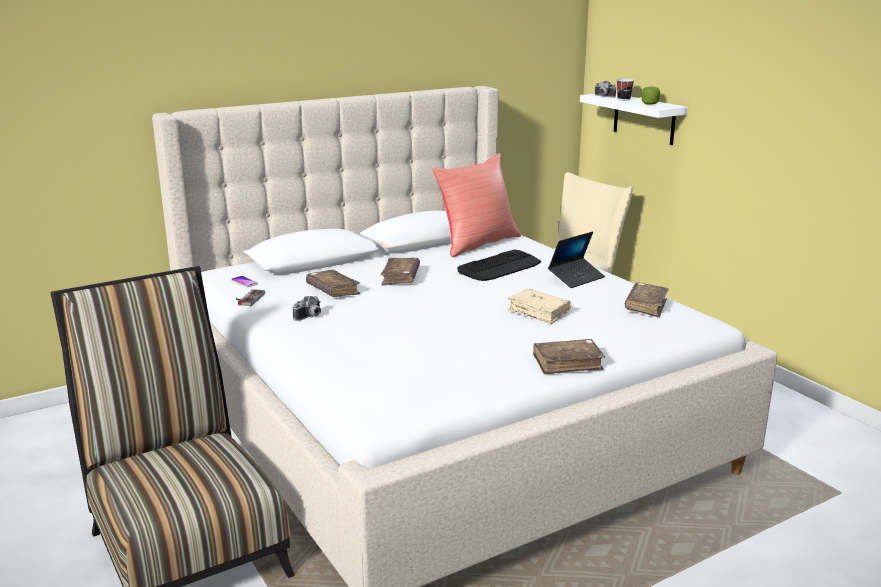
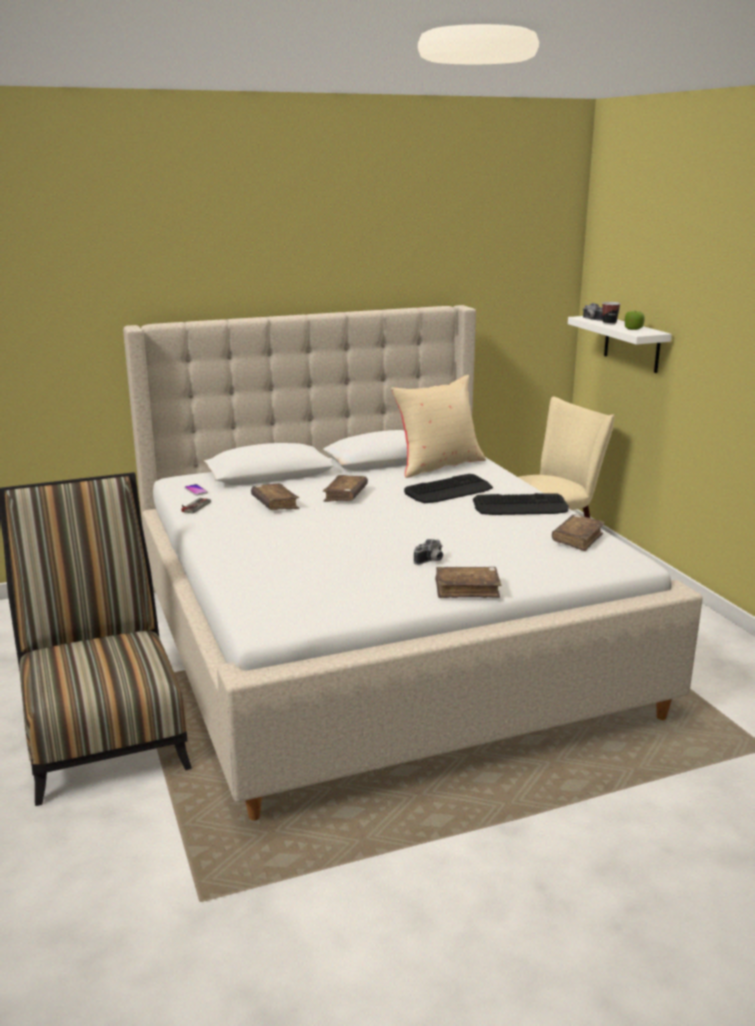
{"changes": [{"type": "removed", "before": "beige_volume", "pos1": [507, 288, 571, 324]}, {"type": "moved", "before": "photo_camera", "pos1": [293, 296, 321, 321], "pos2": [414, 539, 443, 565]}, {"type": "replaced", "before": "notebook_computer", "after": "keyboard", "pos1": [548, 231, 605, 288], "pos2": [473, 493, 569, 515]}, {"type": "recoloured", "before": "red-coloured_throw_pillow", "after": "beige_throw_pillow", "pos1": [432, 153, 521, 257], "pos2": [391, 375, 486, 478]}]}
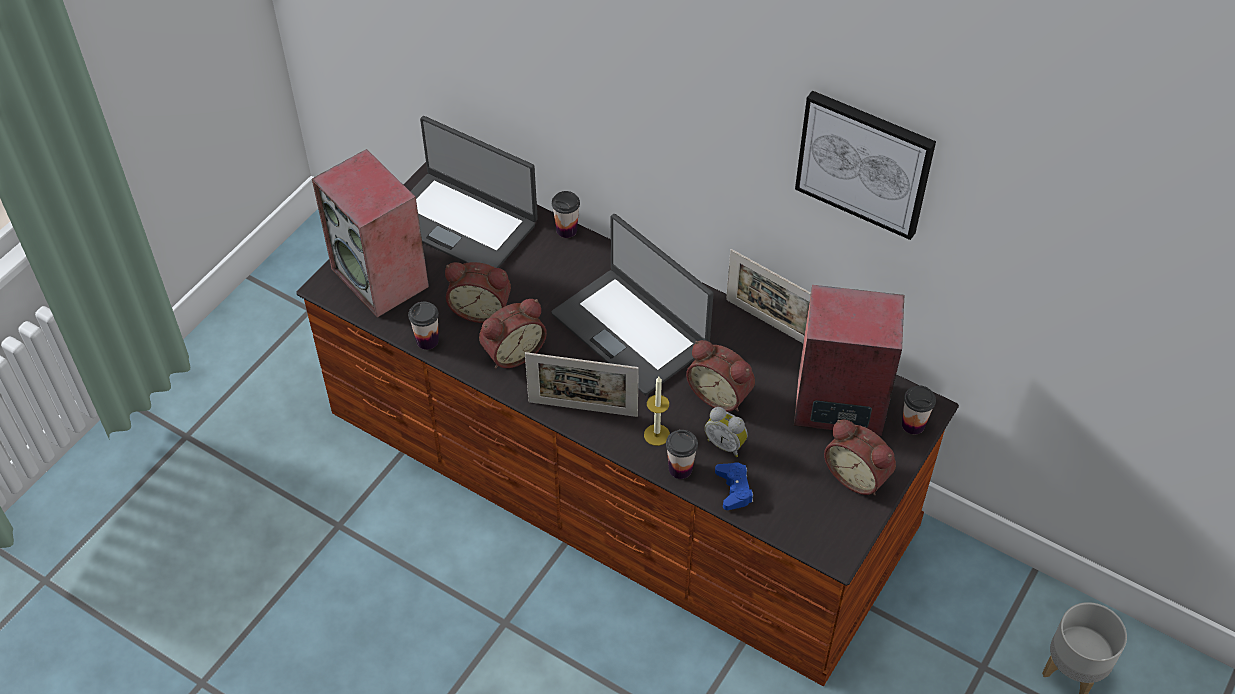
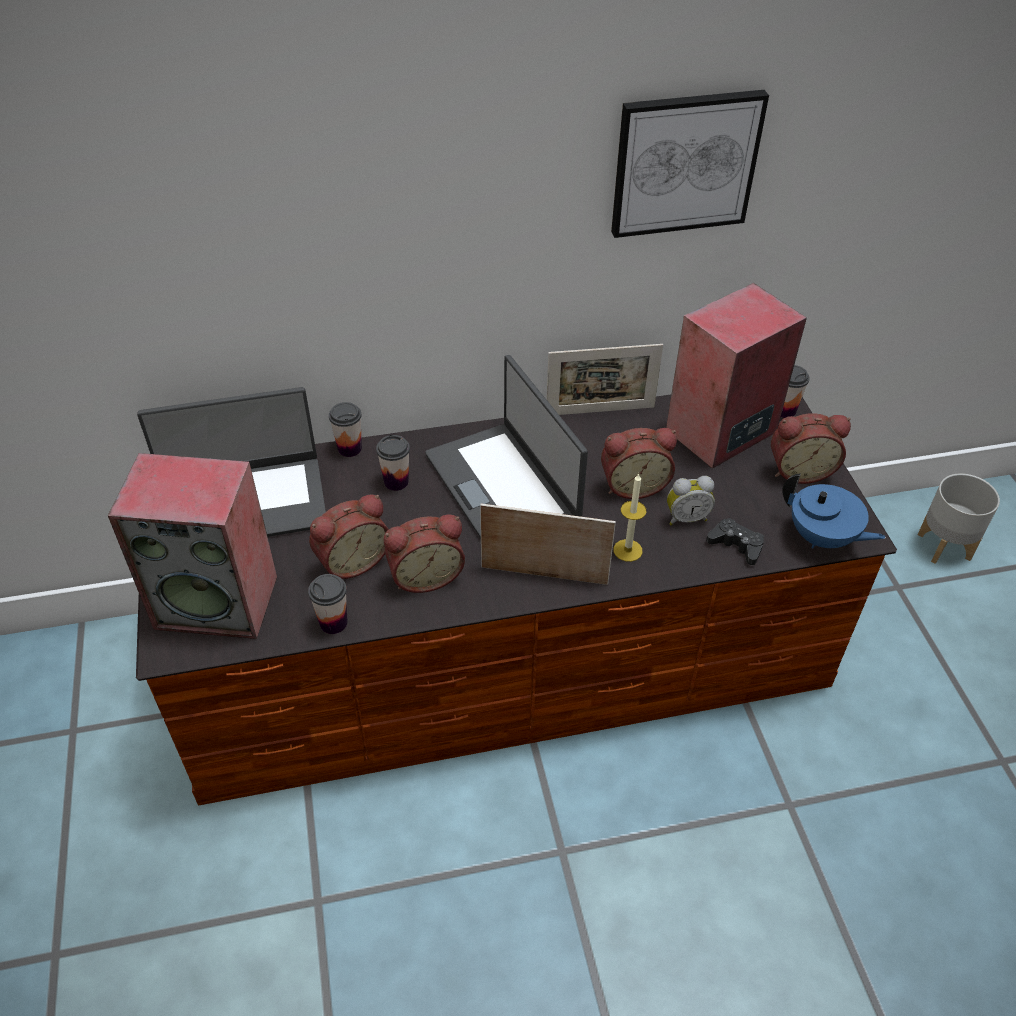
{"changes": [{"type": "added", "after": "blue-coloured_tea_pot", "pos2": [782, 474, 886, 549]}, {"type": "moved", "before": "small_cup", "pos1": [666, 430, 698, 479], "pos2": [376, 435, 410, 491]}, {"type": "recoloured", "before": "blue-coloured_joypad", "after": "black-coloured_joypad", "pos1": [715, 462, 753, 510], "pos2": [706, 518, 764, 565]}, {"type": "turned", "before": "alarm_clock", "pos1": [479, 299, 547, 368], "pos2": [384, 515, 465, 593], "turn": 60}, {"type": "turned", "before": "standing_frame", "pos1": [525, 352, 639, 417], "pos2": [480, 504, 616, 585], "turn": -135}, {"type": "turned", "before": "notebook_computer", "pos1": [551, 214, 714, 395], "pos2": [425, 355, 588, 538], "turn": 60}]}
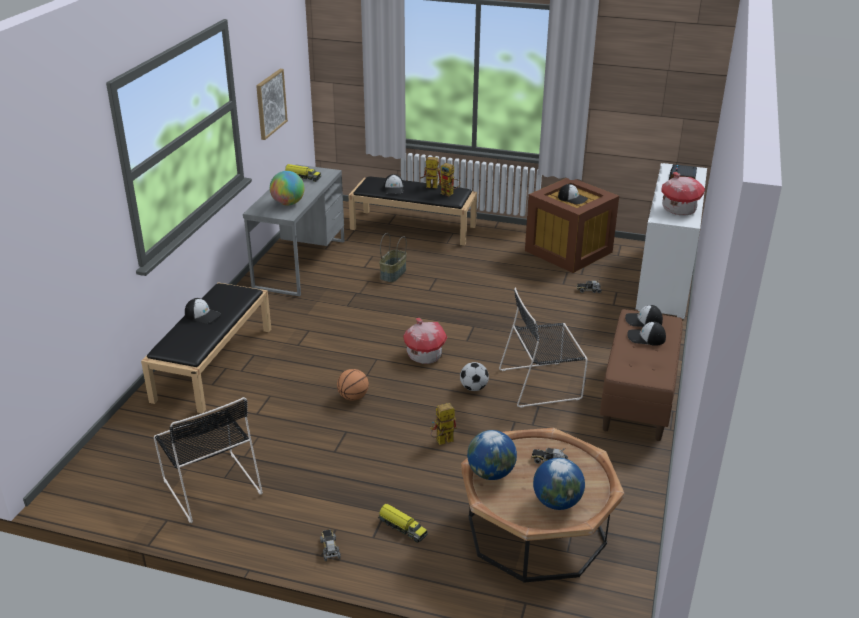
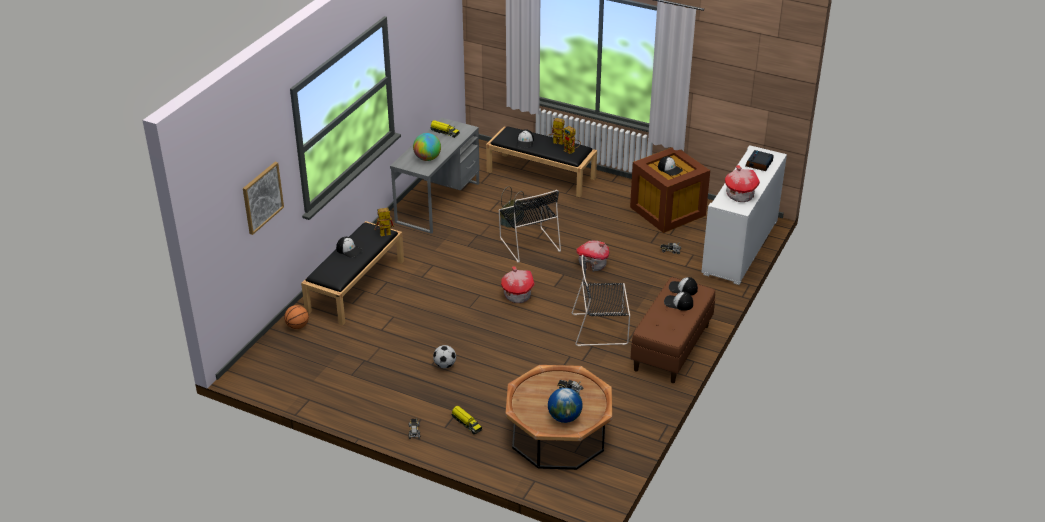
{"changes": [{"type": "removed", "before": "globe", "pos1": [467, 430, 517, 480]}, {"type": "added", "after": "toy_house", "pos2": [576, 241, 609, 272]}, {"type": "moved", "before": "black-coloured_upright_chair", "pos1": [154, 397, 263, 523], "pos2": [499, 190, 561, 263]}, {"type": "moved", "before": "wall_art", "pos1": [256, 69, 288, 140], "pos2": [243, 162, 284, 235]}, {"type": "moved", "before": "basketball", "pos1": [337, 369, 369, 401], "pos2": [284, 305, 309, 329]}, {"type": "moved", "before": "robot_figure", "pos1": [430, 403, 457, 445], "pos2": [374, 208, 394, 236]}, {"type": "moved", "before": "football_ball", "pos1": [460, 362, 489, 391], "pos2": [433, 345, 456, 368]}]}
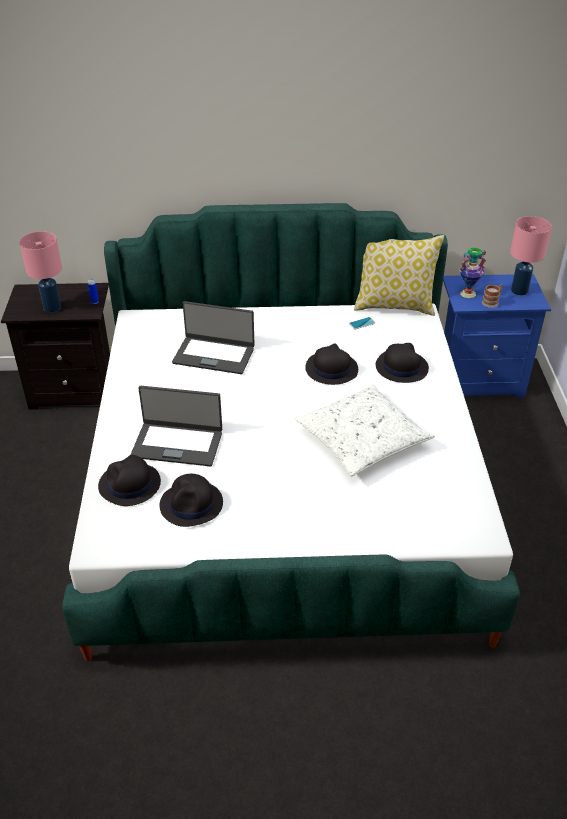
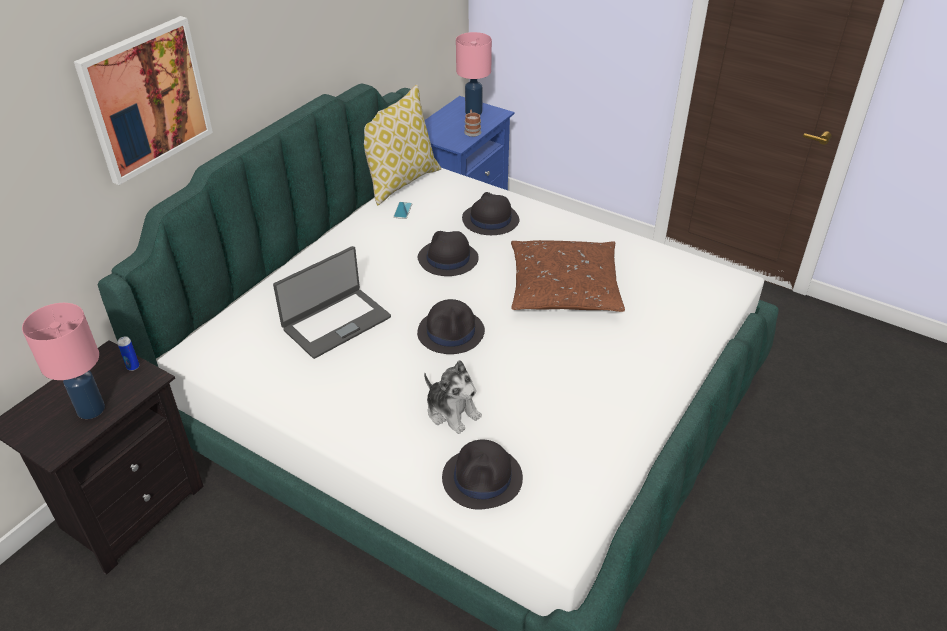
{"changes": [{"type": "removed", "before": "flower_vase", "pos1": [459, 248, 487, 298]}, {"type": "added", "after": "wall_art", "pos2": [74, 16, 213, 185]}, {"type": "moved", "before": "black-coloured_hat", "pos1": [159, 474, 223, 527], "pos2": [417, 299, 485, 354]}, {"type": "replaced", "before": "notebook_computer", "after": "plush_toy", "pos1": [130, 386, 222, 466], "pos2": [424, 360, 482, 434]}, {"type": "recoloured", "before": "whitish_throw_pillow", "after": "brown_throw_pillow", "pos1": [295, 384, 435, 476], "pos2": [511, 240, 625, 312]}]}
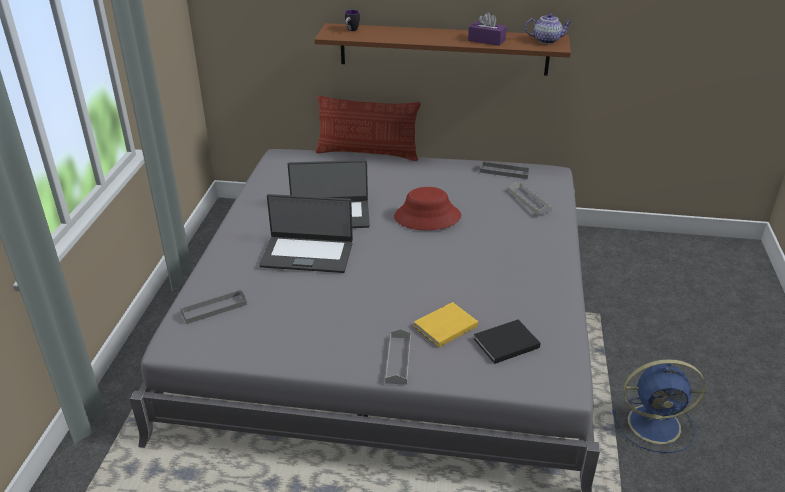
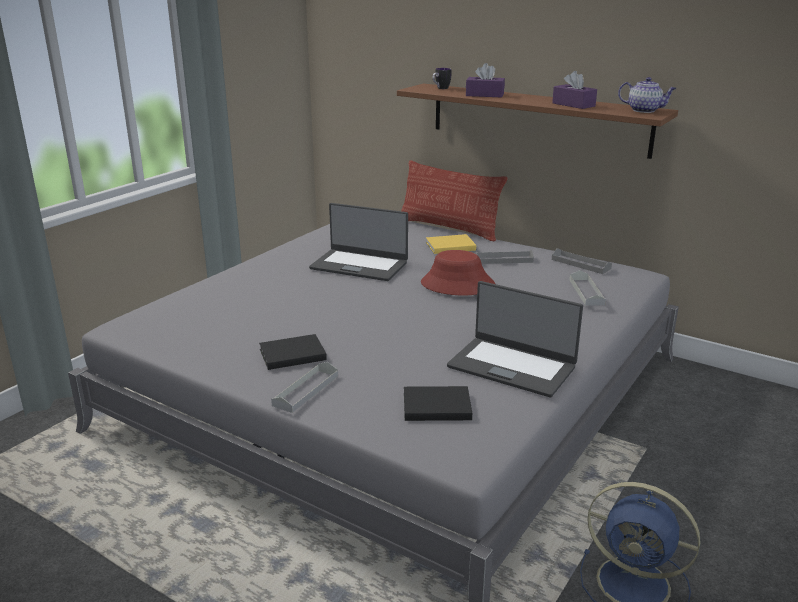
{"changes": [{"type": "added", "after": "black-coloured_volume", "pos2": [259, 334, 327, 370]}, {"type": "added", "after": "purple-coloured_tissue_holder", "pos2": [466, 63, 505, 97]}, {"type": "moved", "before": "greyish_carrying_tray", "pos1": [180, 290, 247, 324], "pos2": [475, 250, 534, 264]}, {"type": "moved", "before": "notebook_computer", "pos1": [259, 194, 353, 273], "pos2": [447, 281, 583, 397]}, {"type": "moved", "before": "yellowish_volume", "pos1": [414, 302, 478, 347], "pos2": [426, 234, 476, 254]}]}
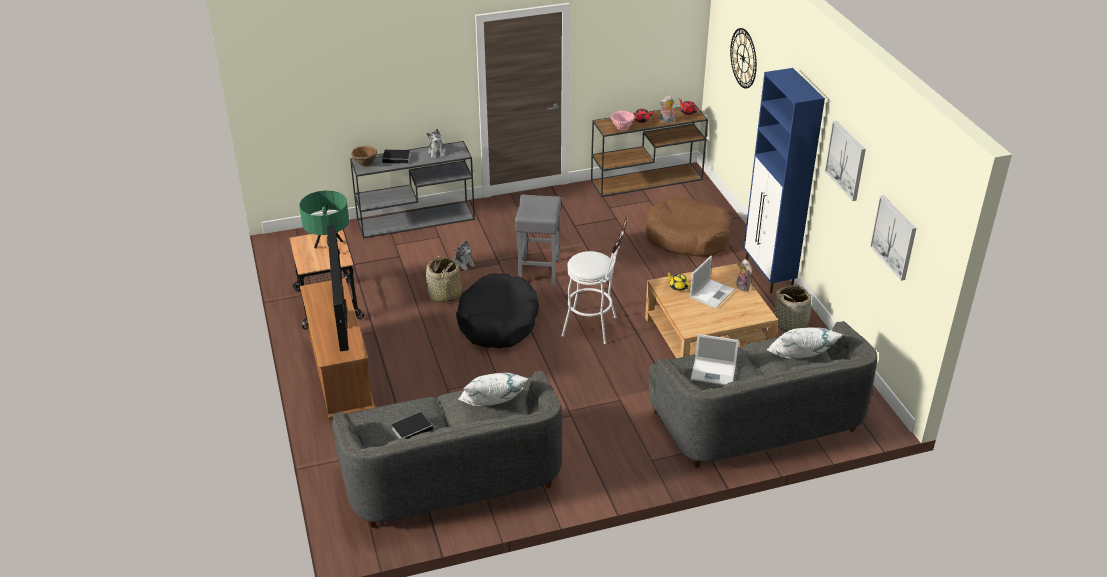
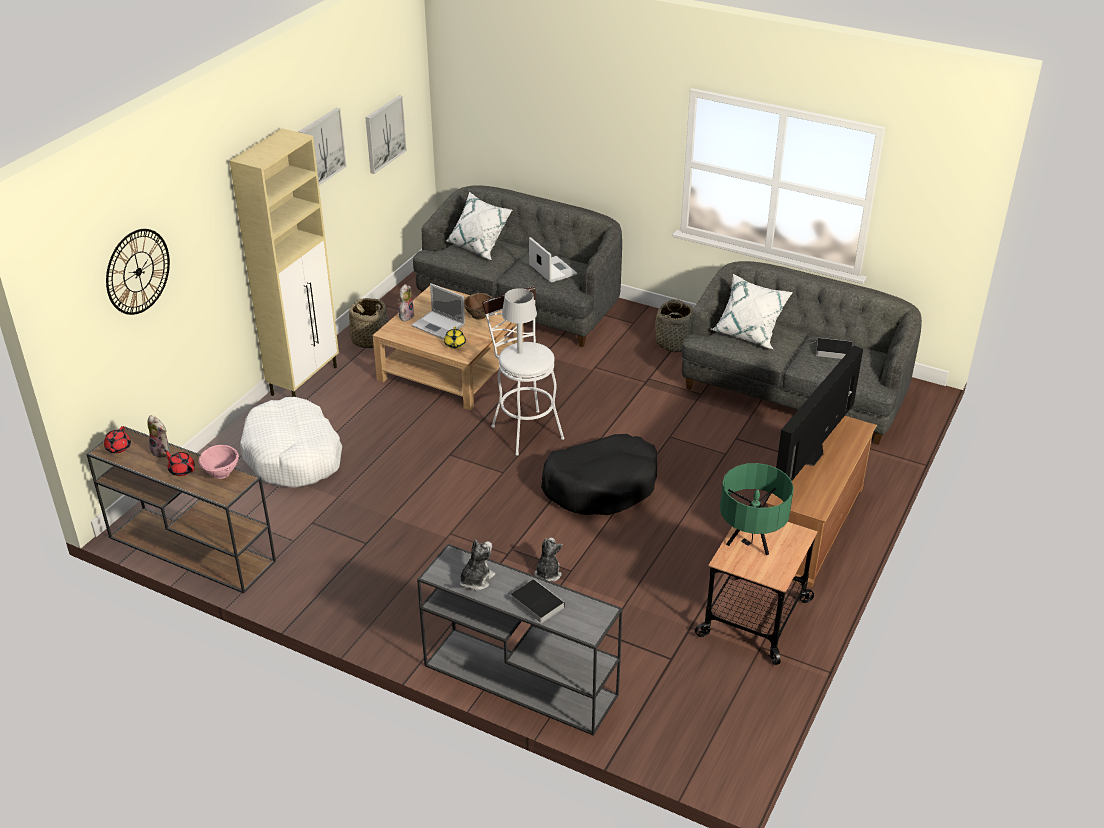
{"changes": [{"type": "removed", "before": "greyish_sitting_stool", "pos1": [515, 195, 561, 285]}, {"type": "added", "after": "greyish_lamp_for_a_table", "pos2": [502, 288, 537, 354]}, {"type": "moved", "before": "brown_deep_dish", "pos1": [352, 146, 377, 167], "pos2": [464, 293, 492, 320]}, {"type": "moved", "before": "basket", "pos1": [426, 256, 462, 303], "pos2": [655, 300, 693, 352]}, {"type": "recoloured", "before": "brown_dog_cushion", "after": "whitish_dog_cushion", "pos1": [645, 197, 731, 257], "pos2": [240, 397, 342, 488]}, {"type": "recoloured", "before": "blue-coloured_cupboard", "after": "beige_cupboard", "pos1": [744, 68, 825, 294], "pos2": [229, 128, 339, 397]}, {"type": "turned", "before": "notebook_computer", "pos1": [690, 256, 735, 308], "pos2": [411, 283, 465, 339], "turn": -135}]}
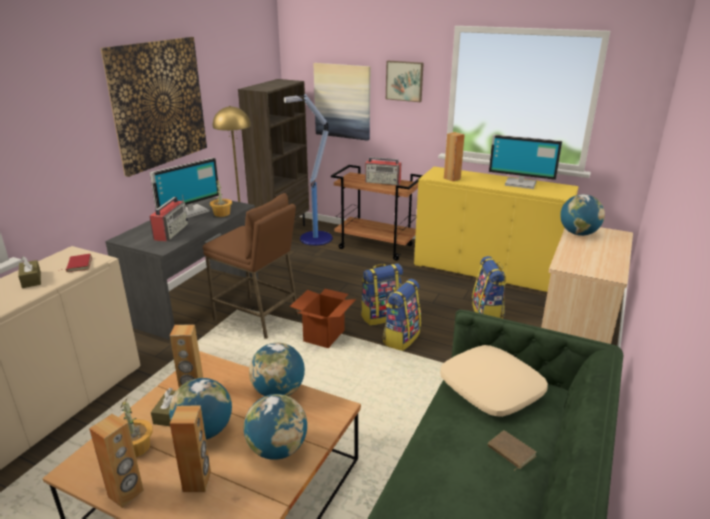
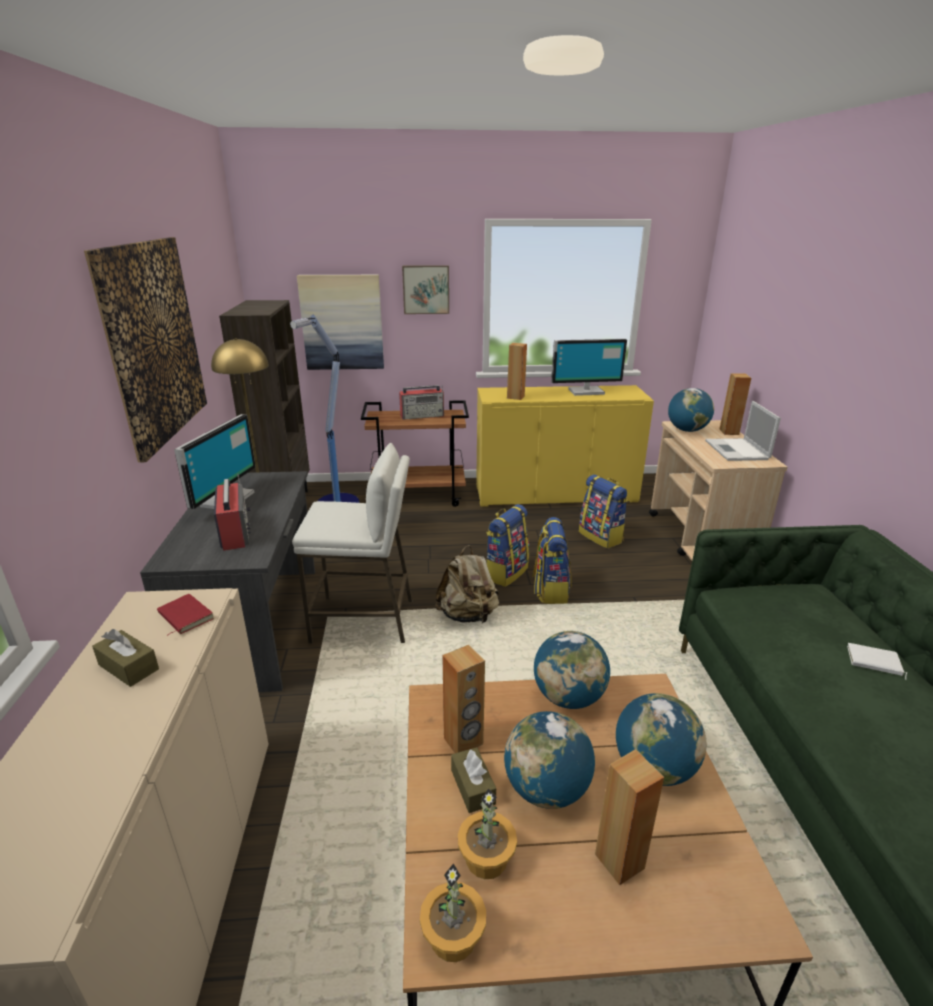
{"changes": [{"type": "removed", "before": "beige_throw_pillow", "pos1": [440, 345, 548, 417]}, {"type": "added", "after": "notebook_computer", "pos2": [705, 401, 781, 461]}, {"type": "moved", "before": "brown_audio_speaker", "pos1": [89, 414, 144, 508], "pos2": [720, 373, 751, 435]}, {"type": "moved", "before": "potted_plant", "pos1": [210, 181, 232, 217], "pos2": [420, 863, 486, 962]}, {"type": "replaced", "before": "carton", "after": "beige_rucksack", "pos1": [290, 289, 356, 348], "pos2": [435, 545, 499, 623]}, {"type": "recoloured", "before": "brown_sitting_stool", "after": "whitish_sitting_stool", "pos1": [203, 193, 299, 339], "pos2": [292, 443, 412, 643]}, {"type": "recoloured", "before": "brown_volume", "after": "whitish_volume", "pos1": [488, 430, 536, 471], "pos2": [847, 643, 907, 680]}]}
